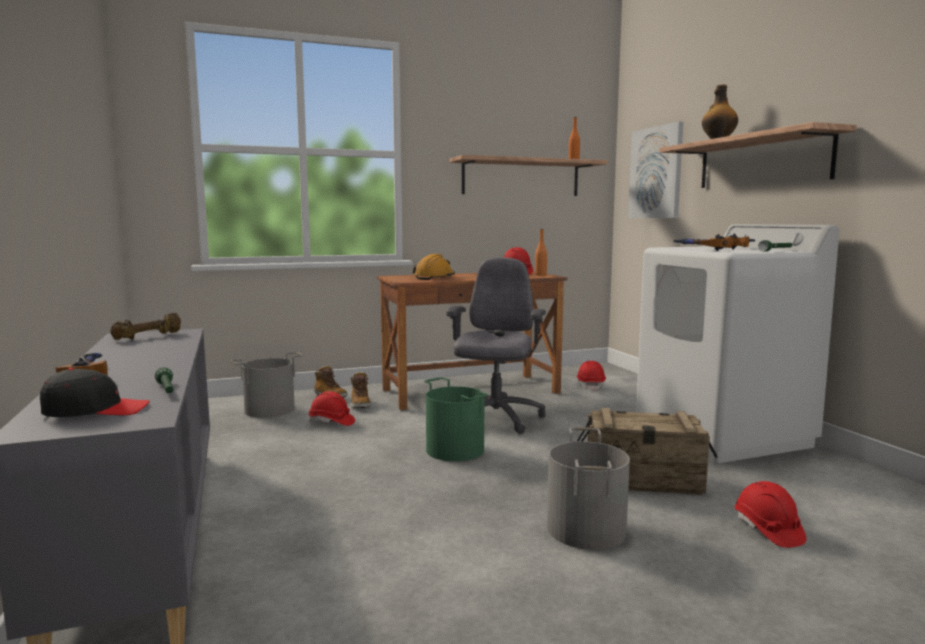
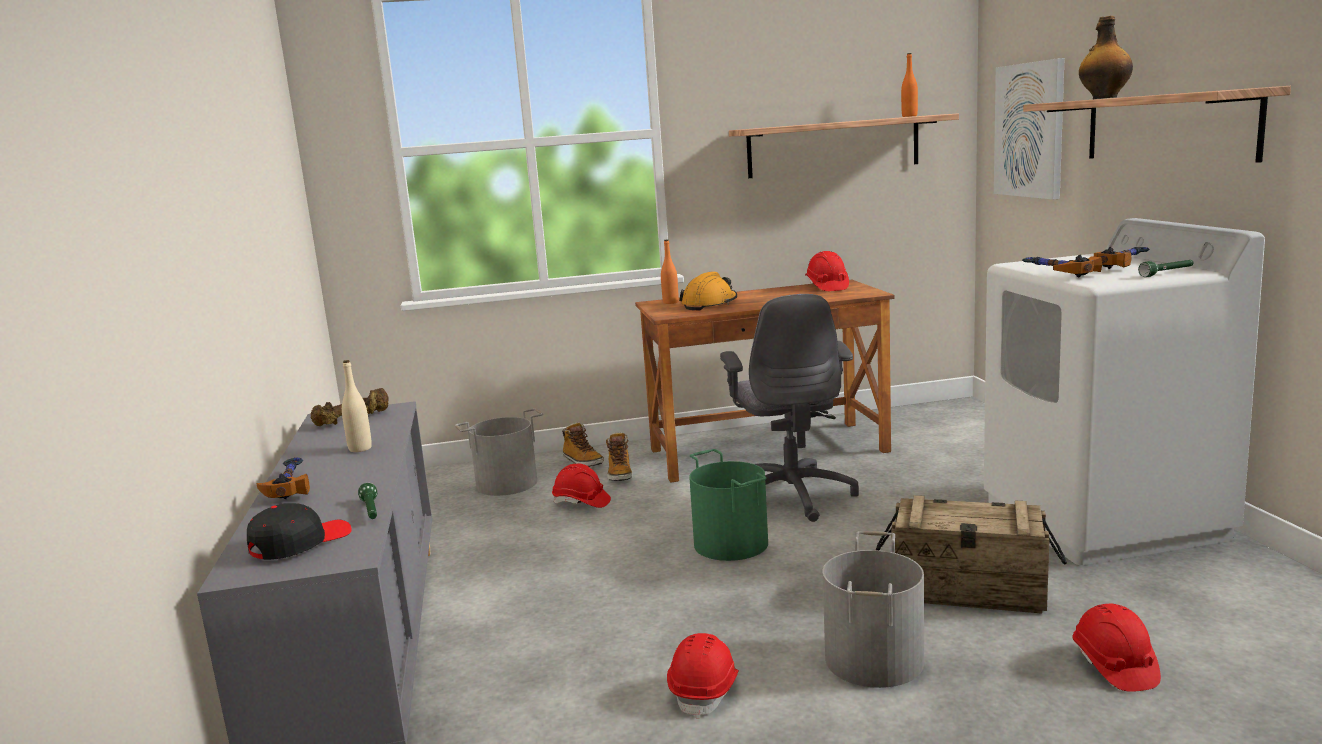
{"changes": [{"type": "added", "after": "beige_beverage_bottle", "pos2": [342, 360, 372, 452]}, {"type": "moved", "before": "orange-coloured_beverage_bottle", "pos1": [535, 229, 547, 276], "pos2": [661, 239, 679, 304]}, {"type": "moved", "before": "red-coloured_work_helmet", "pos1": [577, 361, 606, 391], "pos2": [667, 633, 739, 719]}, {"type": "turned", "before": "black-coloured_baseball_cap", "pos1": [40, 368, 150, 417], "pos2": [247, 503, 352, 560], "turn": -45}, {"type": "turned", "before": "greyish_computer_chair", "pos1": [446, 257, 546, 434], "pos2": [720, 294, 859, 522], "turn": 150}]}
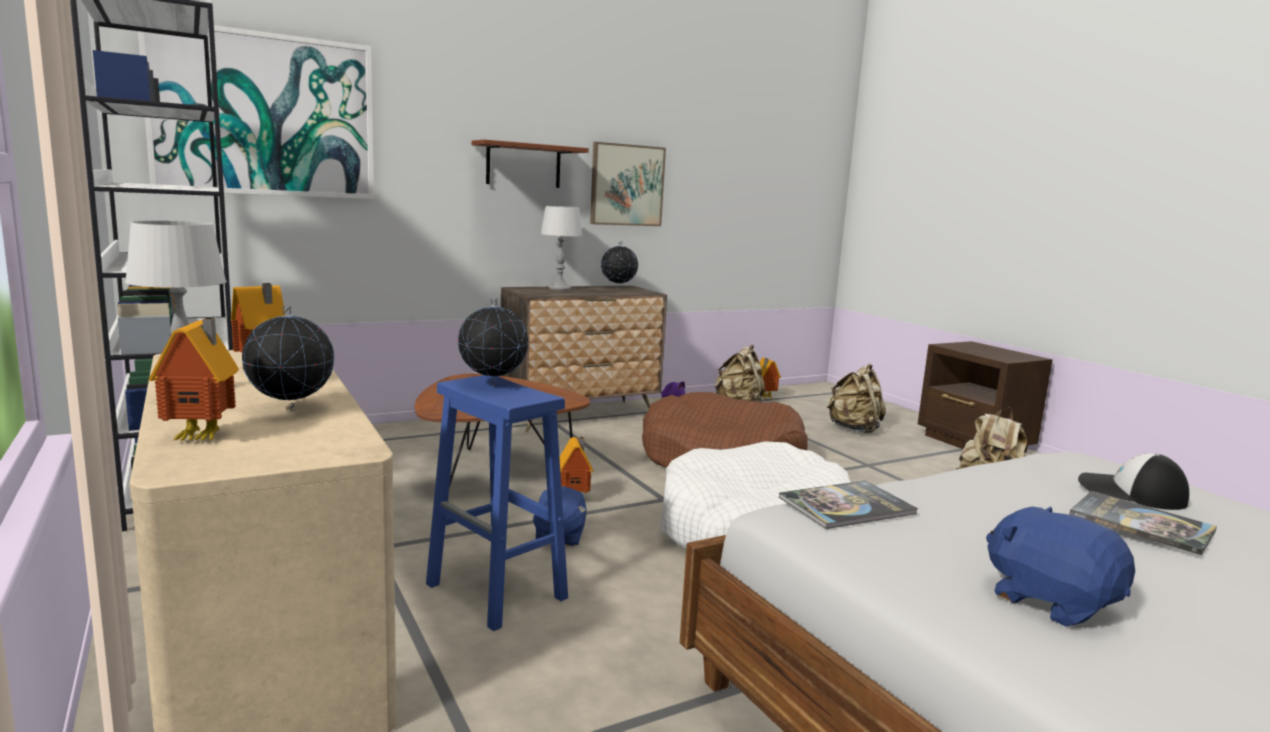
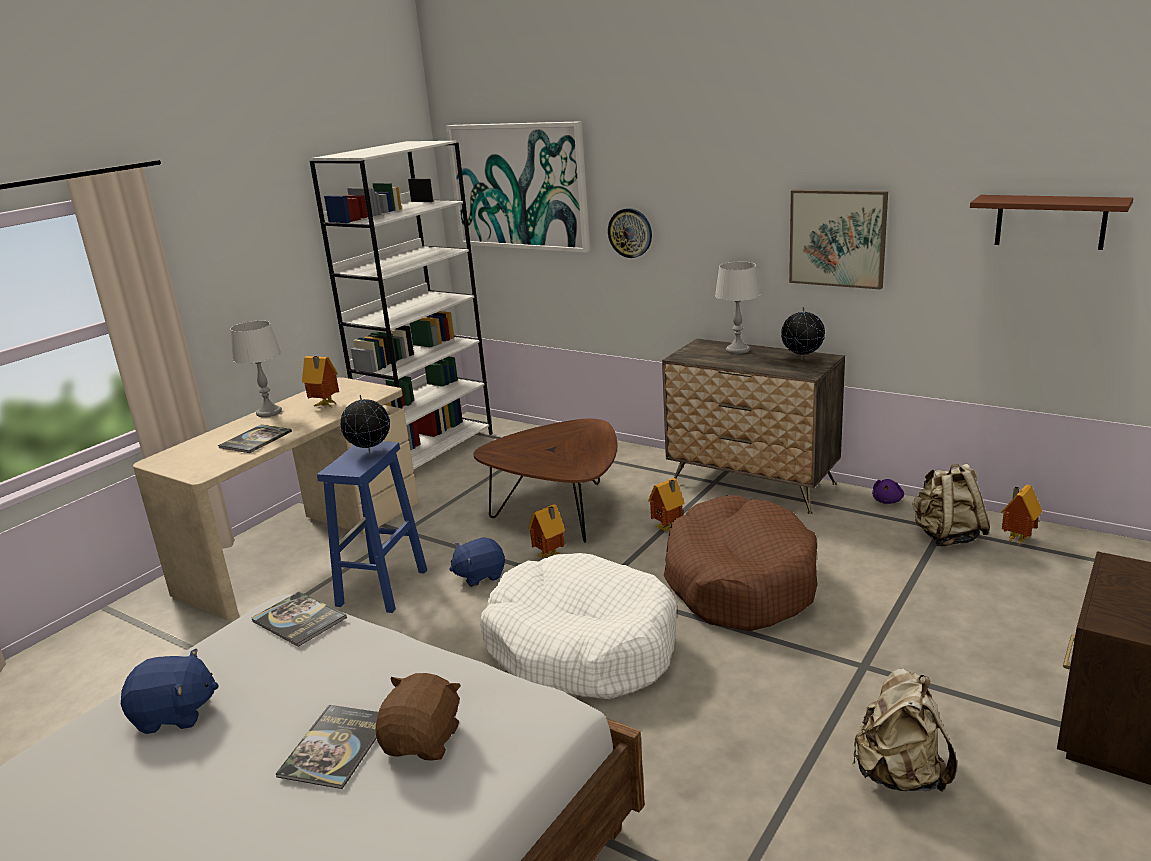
{"changes": [{"type": "removed", "before": "beige_rucksack", "pos1": [827, 364, 886, 434]}, {"type": "added", "after": "clock_on_the_wall", "pos2": [608, 208, 652, 258]}, {"type": "moved", "before": "toy_house", "pos1": [149, 318, 239, 441], "pos2": [648, 478, 684, 533]}, {"type": "moved", "before": "brown_shelf", "pos1": [472, 140, 589, 188], "pos2": [970, 195, 1133, 250]}, {"type": "replaced", "before": "globe", "after": "volume", "pos1": [242, 306, 334, 411], "pos2": [218, 425, 292, 453]}, {"type": "replaced", "before": "baseball_cap", "after": "brown_plush_toy", "pos1": [1078, 453, 1189, 510], "pos2": [376, 673, 461, 761]}, {"type": "turned", "before": "blue-coloured_plush_toy", "pos1": [986, 507, 1135, 626], "pos2": [121, 649, 219, 734], "turn": 60}]}
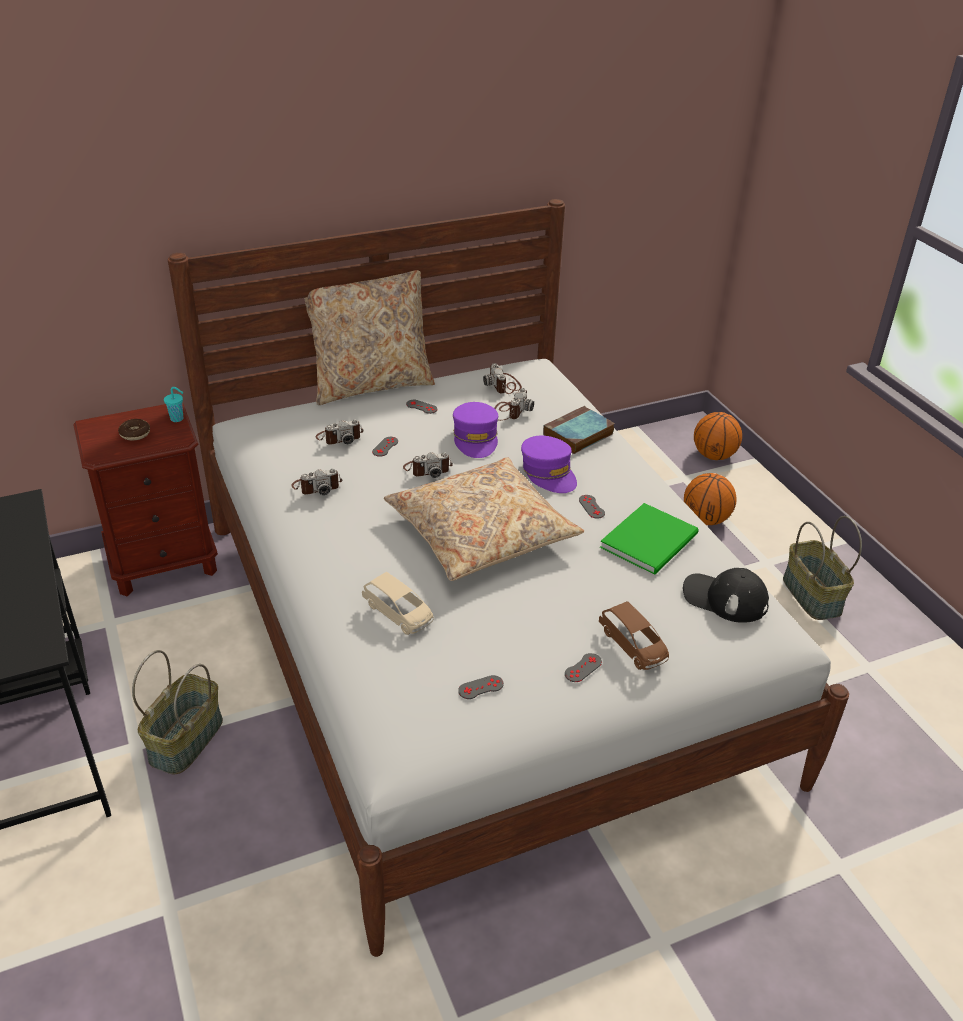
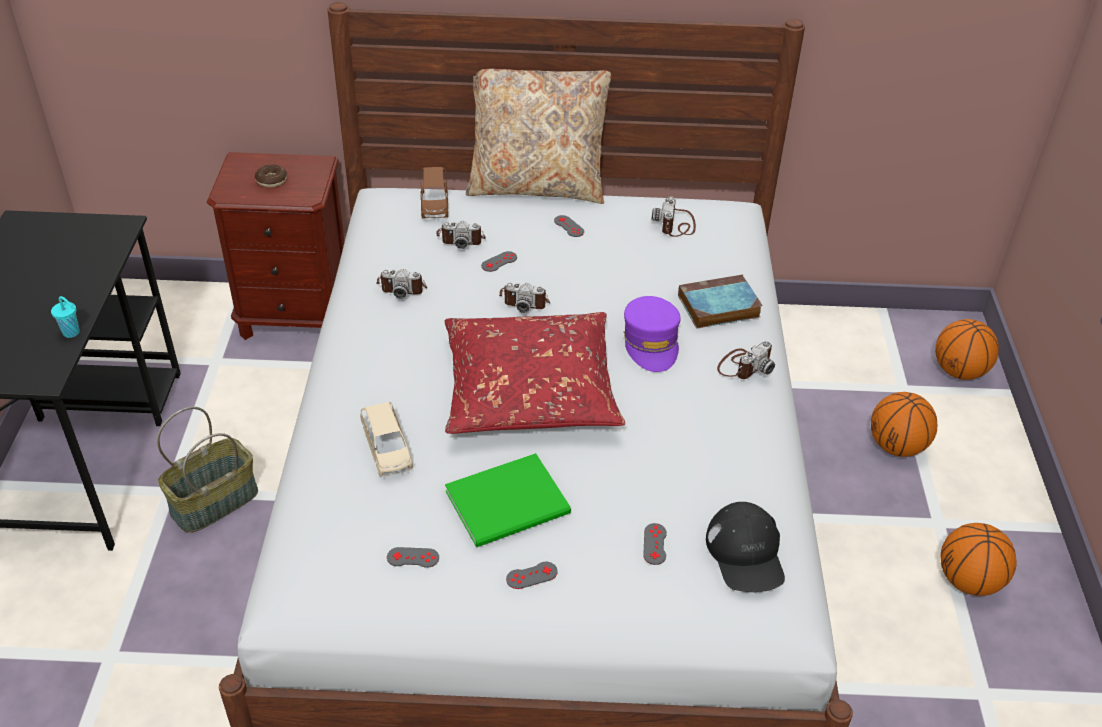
{"changes": [{"type": "removed", "before": "purple-coloured_baseball_cap", "pos1": [453, 402, 498, 458]}, {"type": "moved", "before": "turquoise_small_cup", "pos1": [164, 387, 184, 422], "pos2": [51, 296, 80, 338]}, {"type": "moved", "before": "photo_camera", "pos1": [494, 388, 534, 421], "pos2": [717, 341, 775, 379]}, {"type": "moved", "before": "greyish_joypad", "pos1": [579, 495, 605, 519], "pos2": [643, 523, 667, 565]}, {"type": "moved", "before": "brown_model_car", "pos1": [599, 601, 669, 670], "pos2": [421, 167, 448, 218]}, {"type": "moved", "before": "greenish_volume", "pos1": [600, 503, 699, 575], "pos2": [445, 453, 571, 547]}, {"type": "replaced", "before": "basket", "after": "basketball", "pos1": [783, 516, 862, 620], "pos2": [941, 523, 1017, 596]}, {"type": "recoloured", "before": "beige_throw_pillow", "after": "red-coloured_throw_pillow", "pos1": [384, 457, 584, 581], "pos2": [445, 312, 625, 434]}, {"type": "turned", "before": "black-coloured_baseball_cap", "pos1": [683, 568, 769, 623], "pos2": [706, 502, 785, 592], "turn": -150}]}
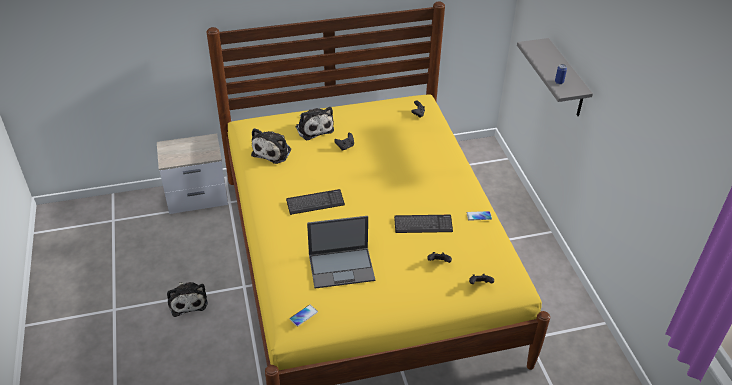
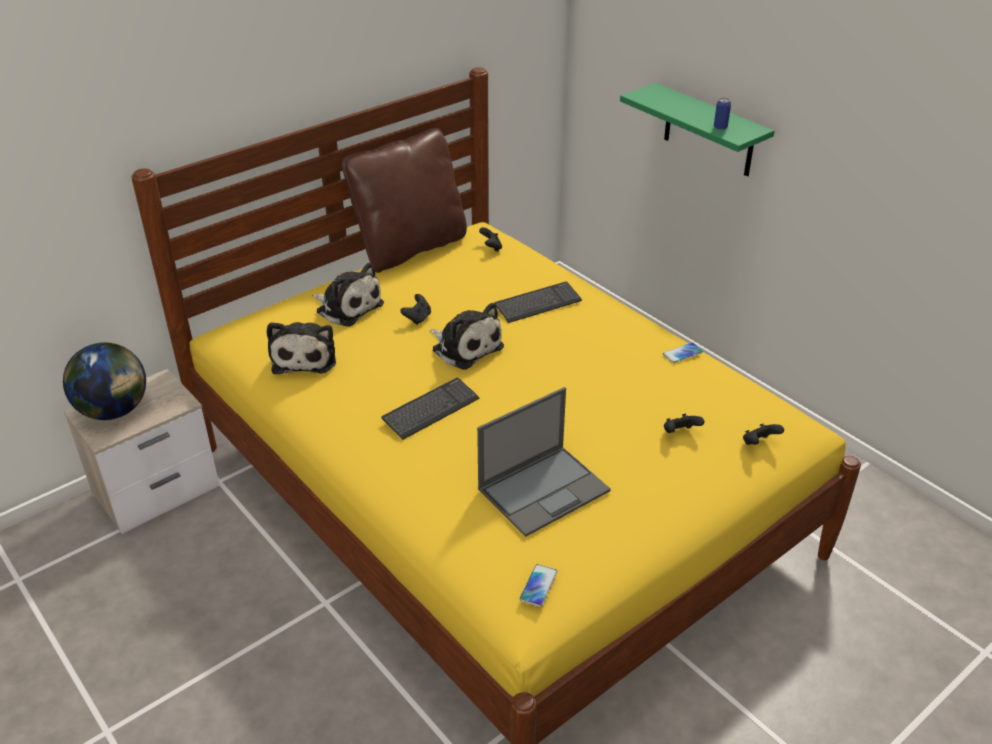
{"changes": [{"type": "added", "after": "globe", "pos2": [63, 342, 146, 420]}, {"type": "added", "after": "brown_throw_pillow", "pos2": [342, 128, 467, 273]}, {"type": "moved", "before": "plush_toy", "pos1": [167, 282, 208, 317], "pos2": [429, 303, 504, 370]}, {"type": "moved", "before": "keyboard", "pos1": [394, 215, 453, 233], "pos2": [494, 282, 582, 323]}, {"type": "recoloured", "before": "greyish_shelf", "after": "greenish_shelf", "pos1": [517, 38, 593, 116], "pos2": [620, 83, 775, 177]}]}
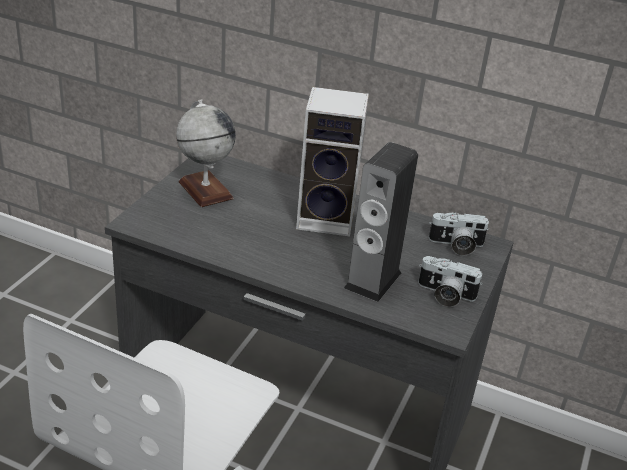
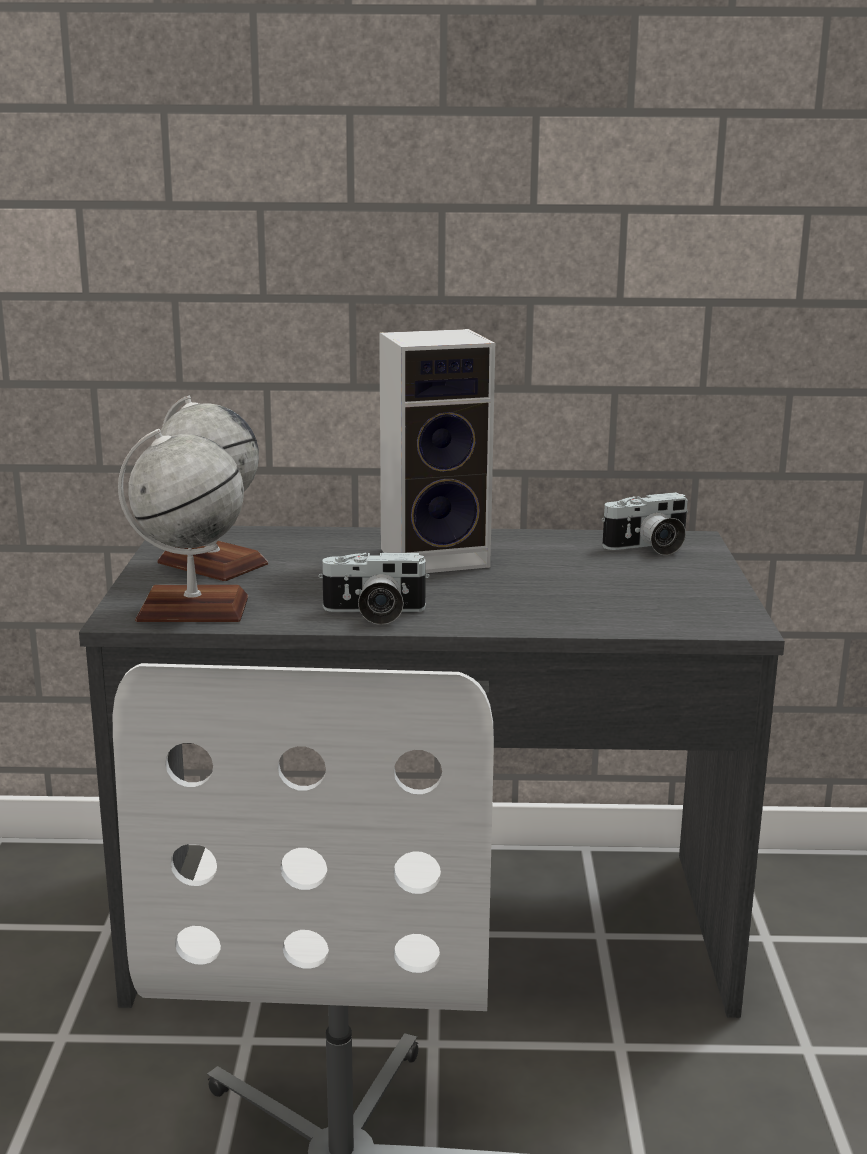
{"changes": [{"type": "removed", "before": "audio_speaker", "pos1": [344, 142, 418, 302]}, {"type": "added", "after": "globe", "pos2": [118, 429, 248, 622]}, {"type": "moved", "before": "photo_camera", "pos1": [418, 256, 483, 307], "pos2": [318, 553, 430, 625]}]}
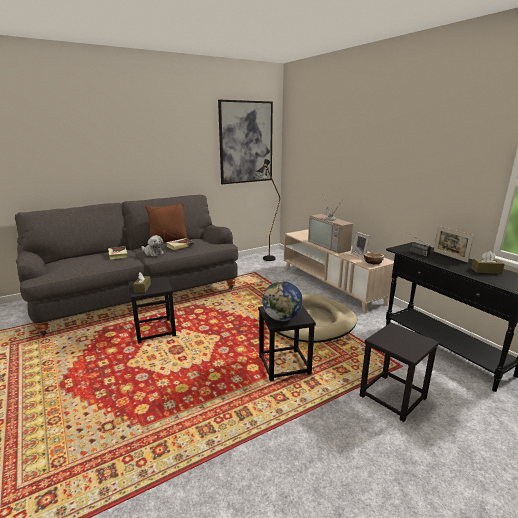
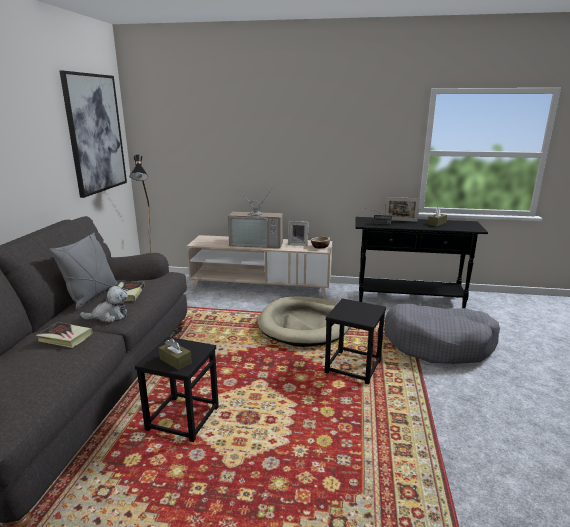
{"changes": [{"type": "removed", "before": "globe", "pos1": [262, 281, 303, 321]}, {"type": "replaced", "before": "black-coloured_sitting_stool", "after": "greyish_dog_cushion", "pos1": [360, 323, 439, 422], "pos2": [384, 304, 500, 364]}, {"type": "recoloured", "before": "brown_throw_pillow", "after": "greyish_throw_pillow", "pos1": [145, 203, 188, 242], "pos2": [49, 232, 118, 309]}]}
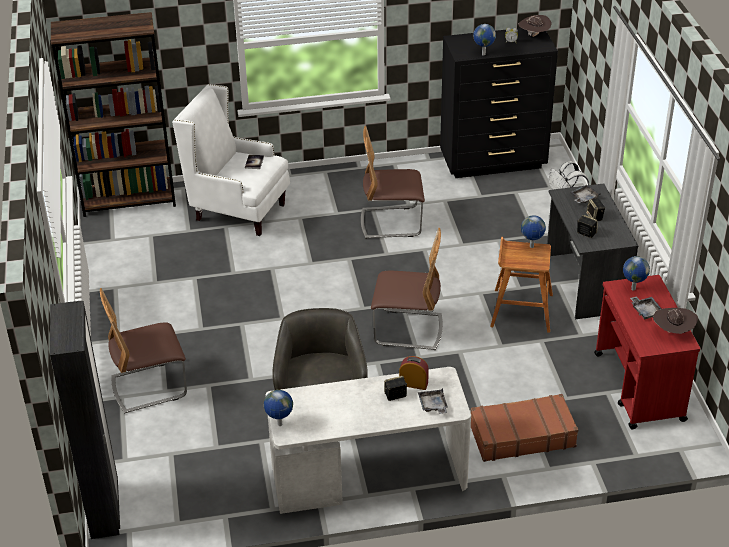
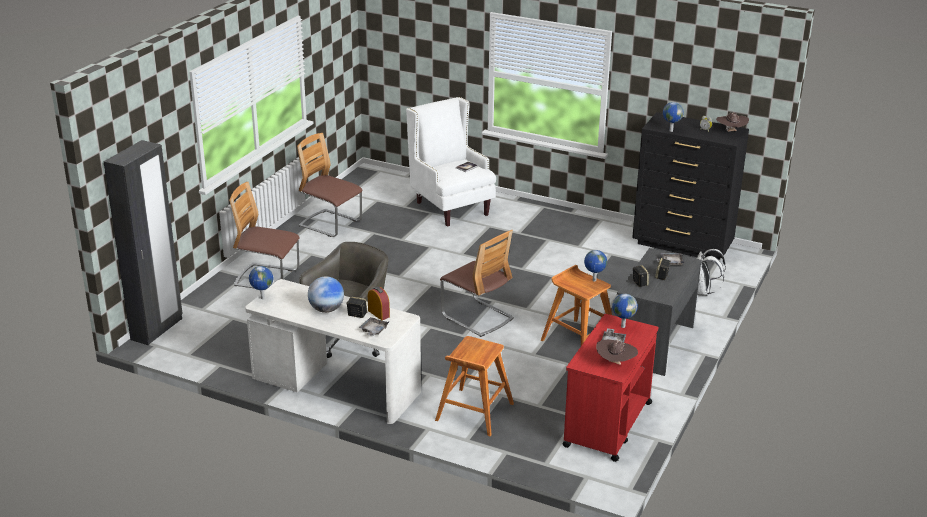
{"changes": [{"type": "removed", "before": "brown_bookcase", "pos1": [51, 12, 176, 217]}, {"type": "added", "after": "globe", "pos2": [308, 276, 344, 313]}, {"type": "moved", "before": "upright_chair", "pos1": [361, 126, 425, 239], "pos2": [297, 133, 363, 237]}, {"type": "replaced", "before": "brown_travel_case", "after": "brown_sitting_stool", "pos1": [471, 394, 578, 462], "pos2": [435, 336, 514, 436]}]}
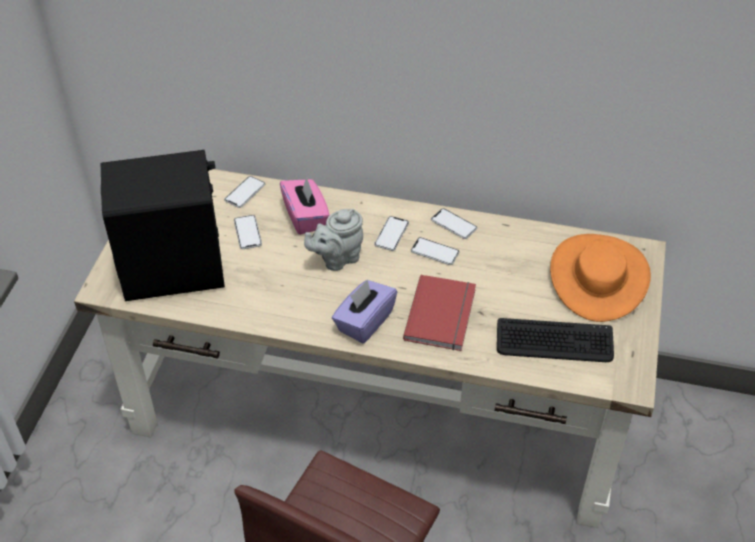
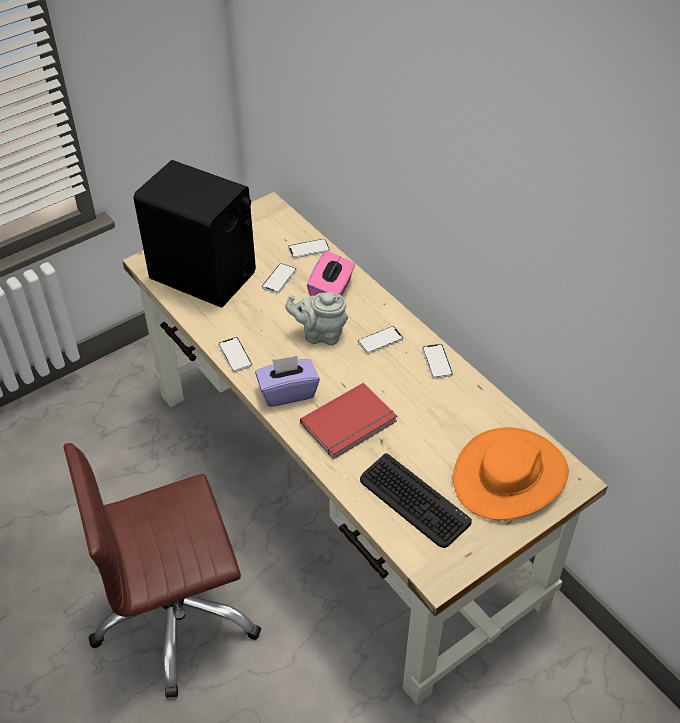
{"changes": [{"type": "moved", "before": "handset", "pos1": [411, 237, 459, 265], "pos2": [218, 337, 252, 372]}]}
